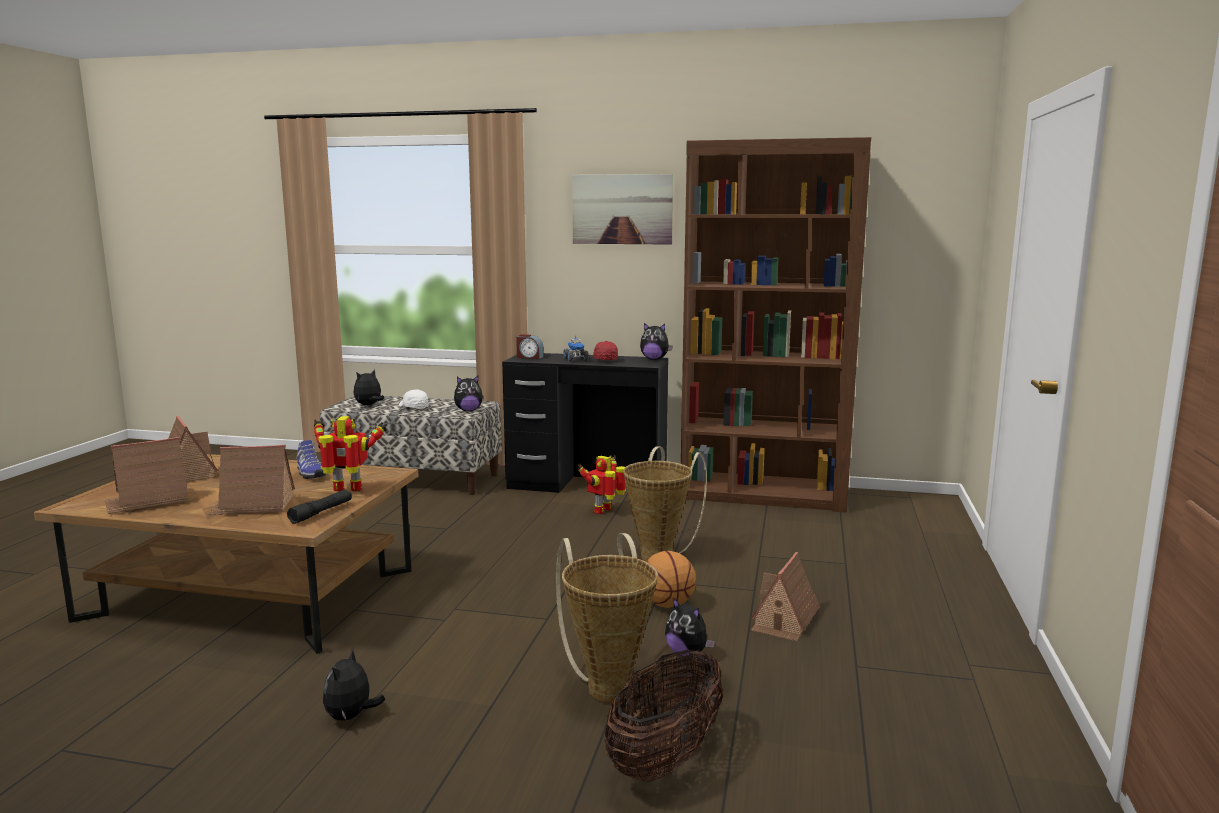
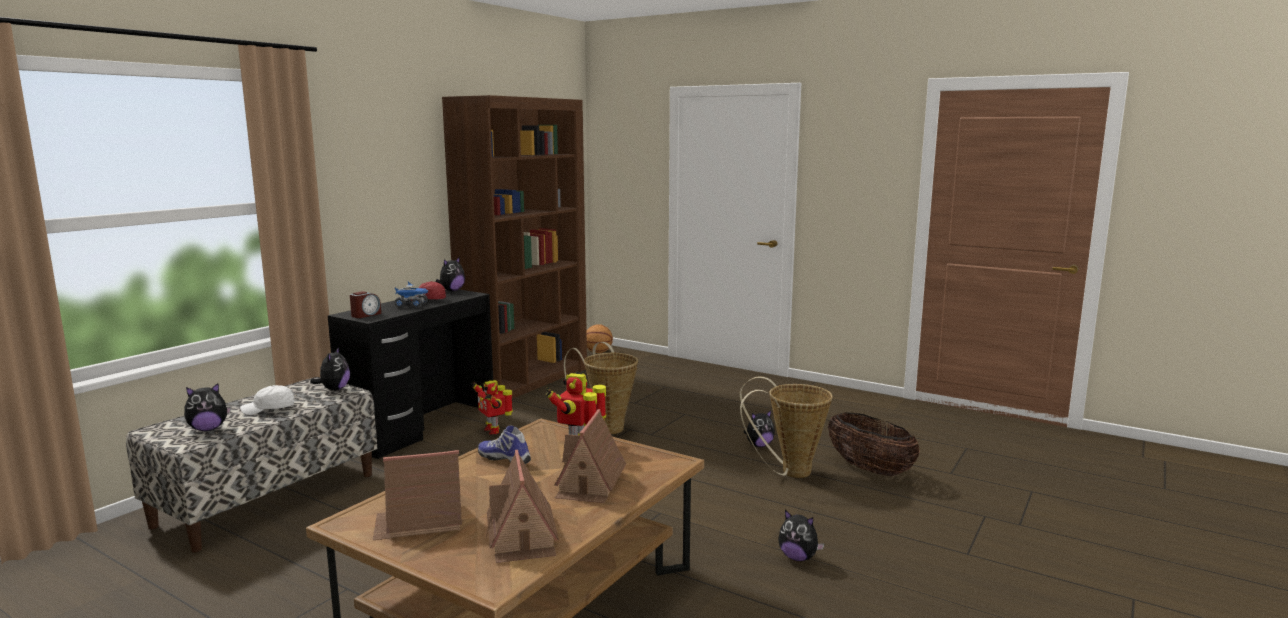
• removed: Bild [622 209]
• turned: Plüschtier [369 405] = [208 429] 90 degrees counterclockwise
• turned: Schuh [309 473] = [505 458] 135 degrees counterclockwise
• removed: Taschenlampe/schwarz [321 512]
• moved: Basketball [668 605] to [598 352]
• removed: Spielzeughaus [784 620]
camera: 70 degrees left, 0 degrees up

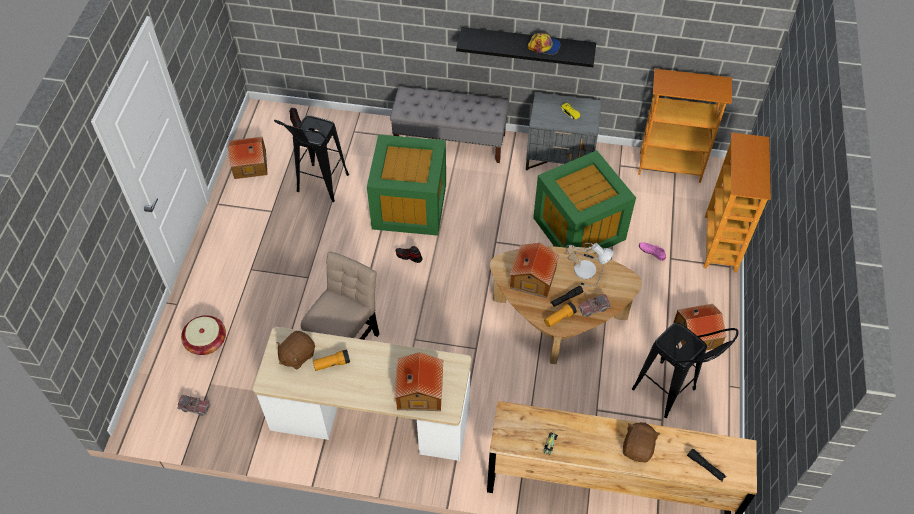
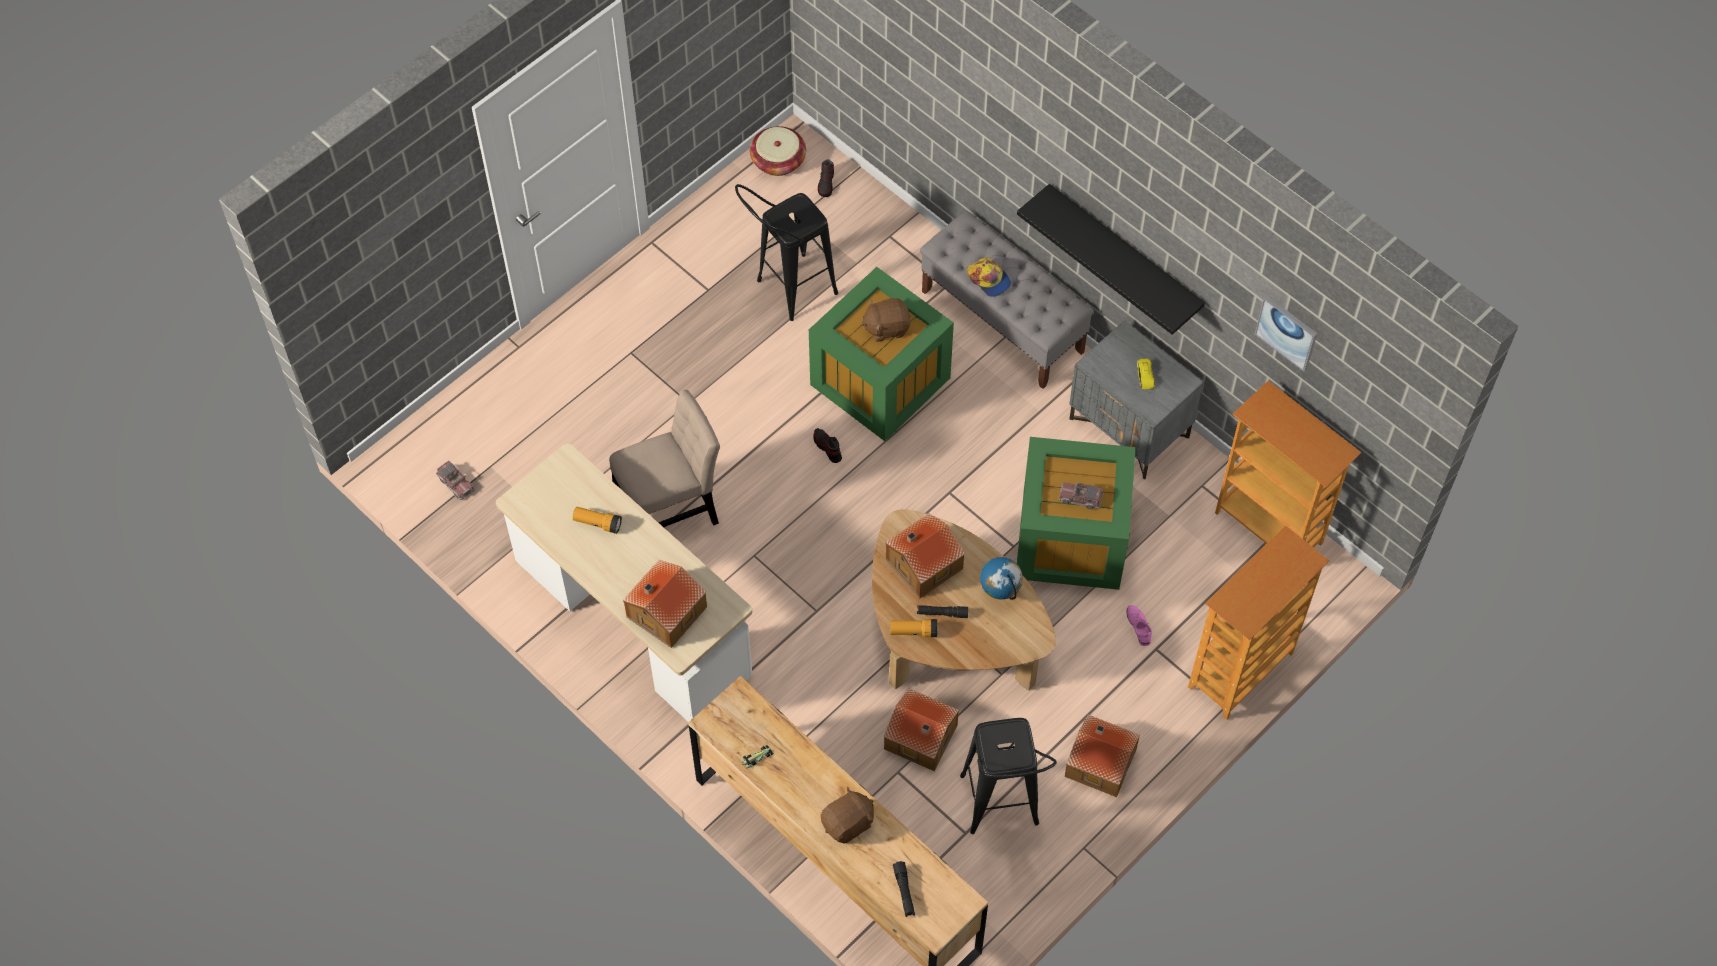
• moved: Kappe [544 46] to [989 279]
• moved: Spielzeughaus [251 165] to [921 738]
• replaced: Tischlampe [587 268] to Globus [1000 592]
• moved: Spielzeuglaster [593 308] to [1080 498]
• moved: Korb [206 341] to [778 161]
• moved: Plüschtier/braun [297 355] to [886 327]
• added: Bild [1287 332]
camera: 35 degrees right, 5 degrees up

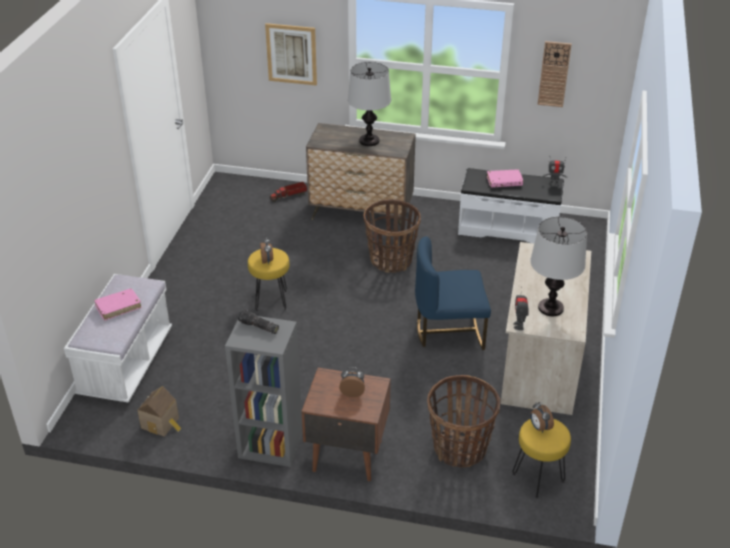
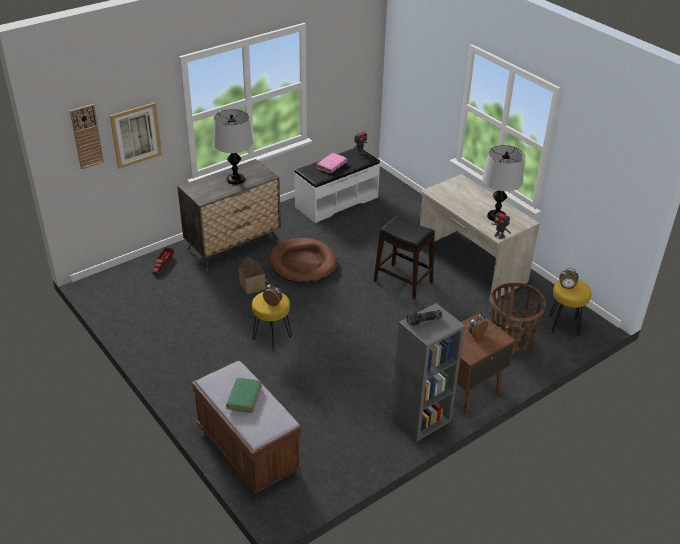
• moved: Wanduhr [554 74] to [86 136]
• replaced: Korb [391 260] to Hundebett/braun [303 263]
• replaced: Stuhl/blau [449 331] to Hocker/schwarz [403 282]
• recoloured: Bank/weiß [126 364] to Bank/braun [247 449]
• recoloured: Buch/rosa [118 307] to Buch/grün [244 398]
• moved: Spielzeughaus [162 423] to [253 285]
camera: 50 degrees left, 0 degrees up

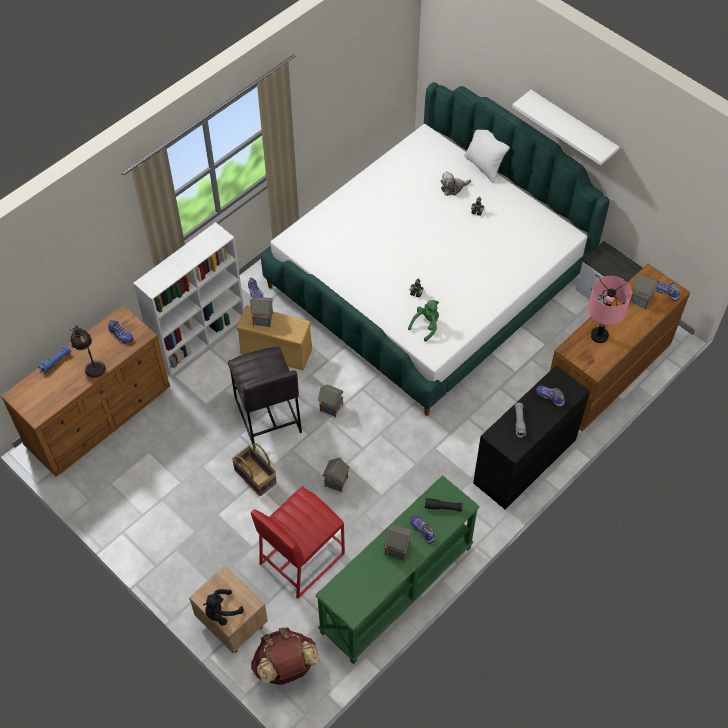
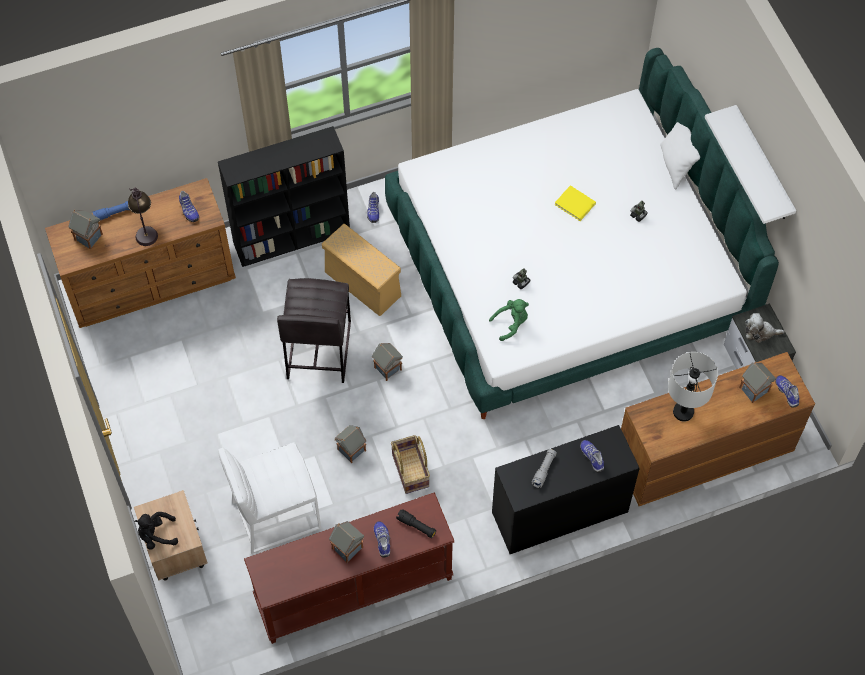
• moved: Plüschtier [453 188] to [760 332]
• recoloured: Bücherregal/weiß [200 337] to Bücherregal/schwarz [293 237]
• recoloured: Tischlampe/rosa [599 335] to Tischlampe/grau [683 412]
• moved: Spielzeughaus [263 319] to [89 237]
• moved: Korb [256 476] to [411 470]
• recoloured: Konsolentisch/grün [397 591] to Konsolentisch/braun [353 590]
• recoloured: Hocker/rot [301 558] to Hocker/weiß [275 514]
• removed: Rucksack/braun [285 667]
• added: Buch/gelb [576 204]
camera: 25 degrees right, 5 degrees up

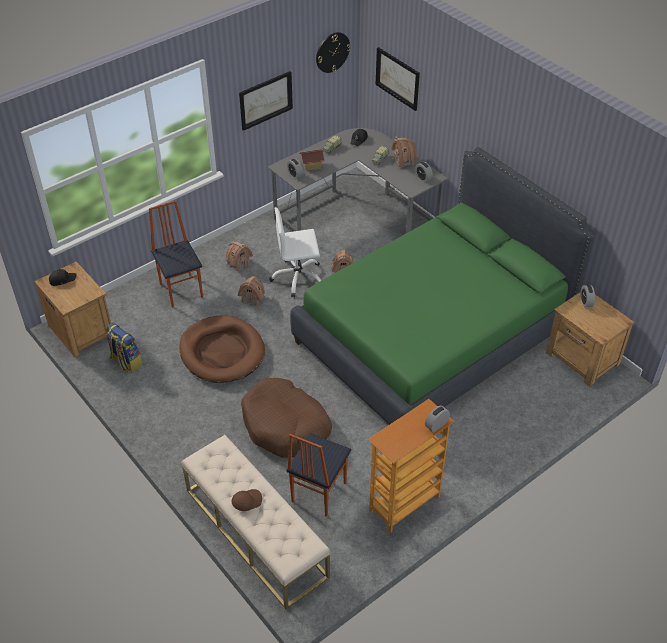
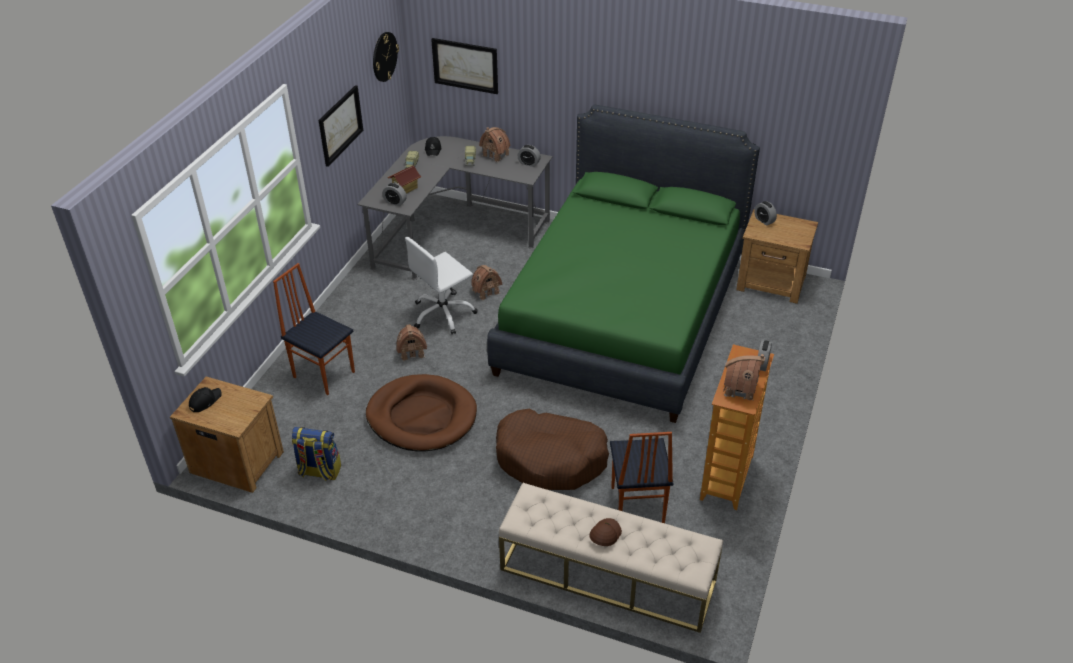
• moved: Spielzeughaus [239 263] to [740 389]
camera: 30 degrees left, 5 degrees down

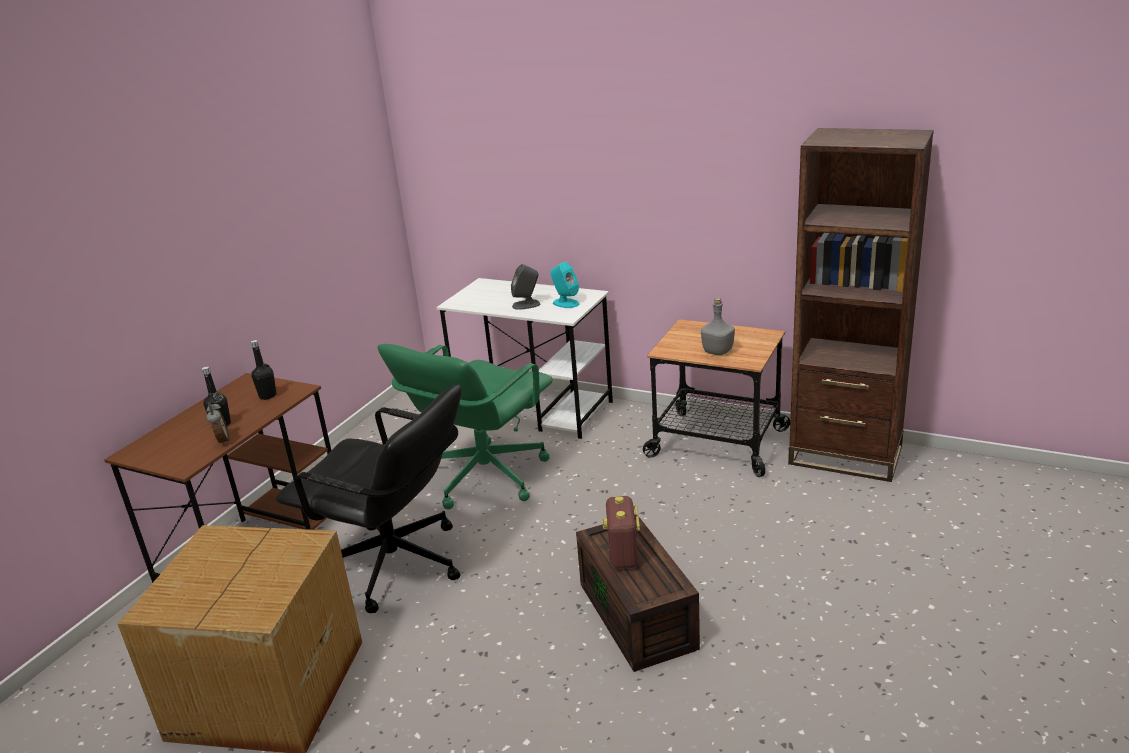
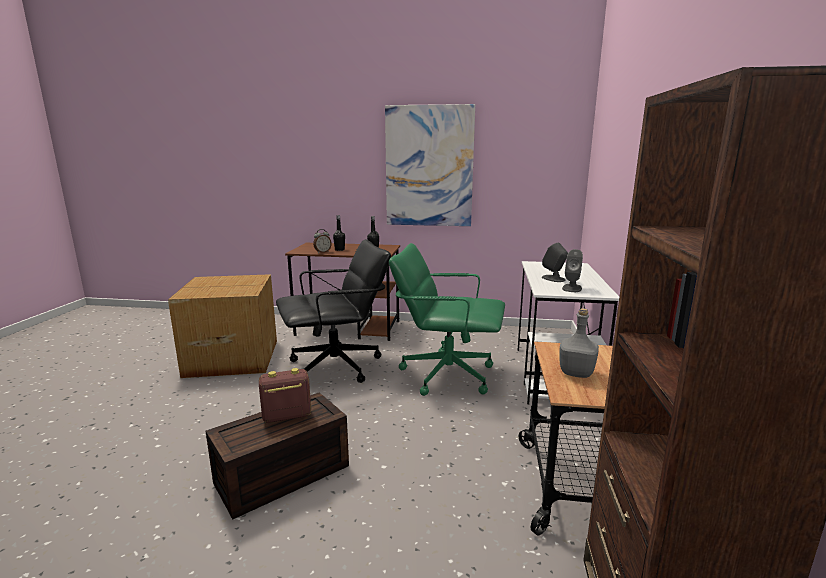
• recoloured: Lautsprecher/türkis [565 303] to Lautsprecher/grau [572 288]
• turned: Bürostuhl/schwarz [395 566] = [337 366] 120 degrees counterclockwise
• added: Bild [429 167]
camera: 70 degrees right, 10 degrees down

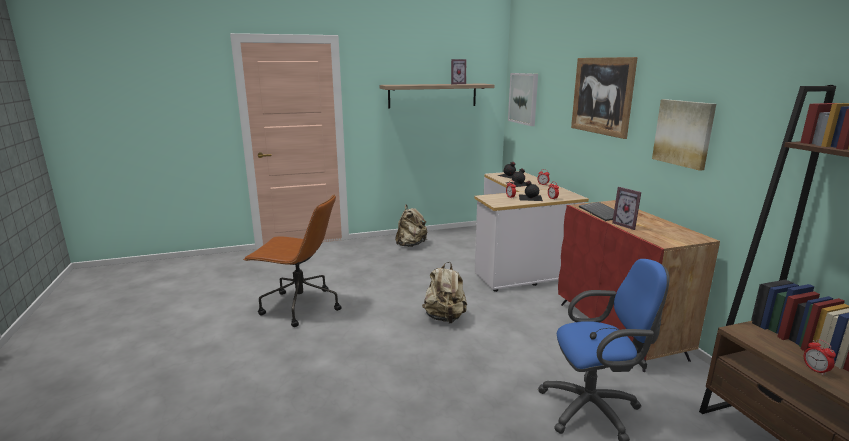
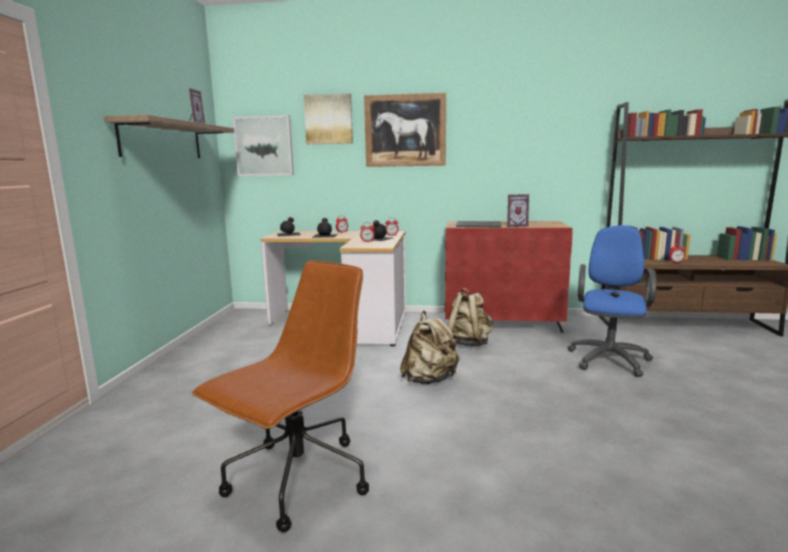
• moved: Bild [684 133] to [328 119]
• moved: Rucksack/beige [411 245] to [469 343]
camera: 65 degrees left, 5 degrees down

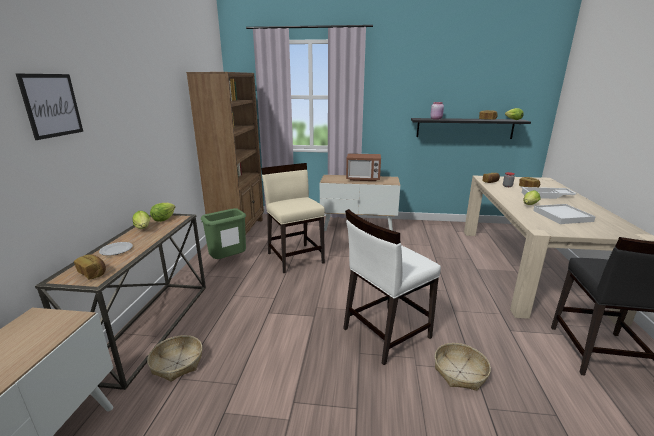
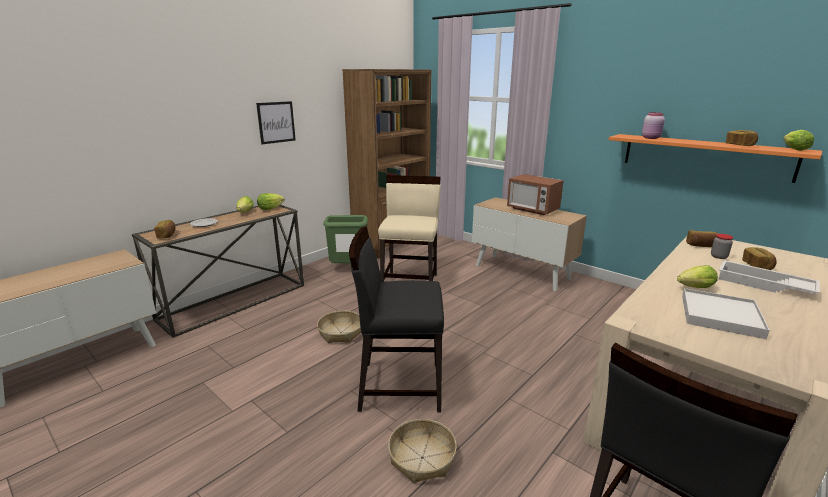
• moved: Bild [52 105] to [276 122]
• recoloured: Wandregal/schwarz [464 128] to Wandregal/orange [704 156]
• recoloured: Stuhl/weiß [385 333] to Stuhl/schwarz [399 385]
• moved: Korb [177 363] to [341 332]
camera: 35 degrees right, 0 degrees up

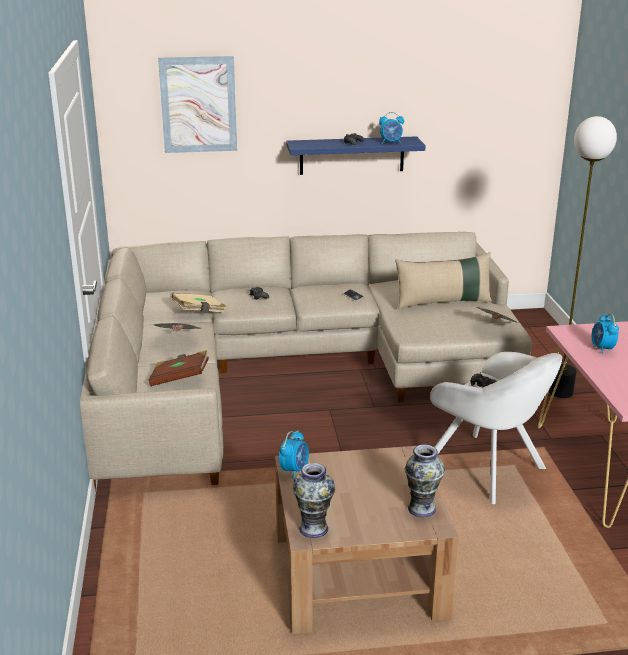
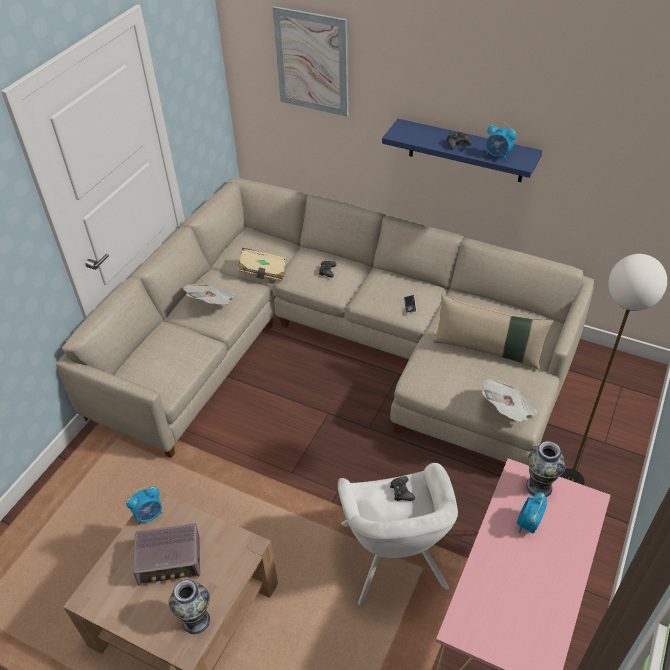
• removed: Buch/braun [179 379]
• moved: Vase [313 528] to [539 486]
• added: Radio [170 561]
camera: 35 degrees right, 20 degrees up

